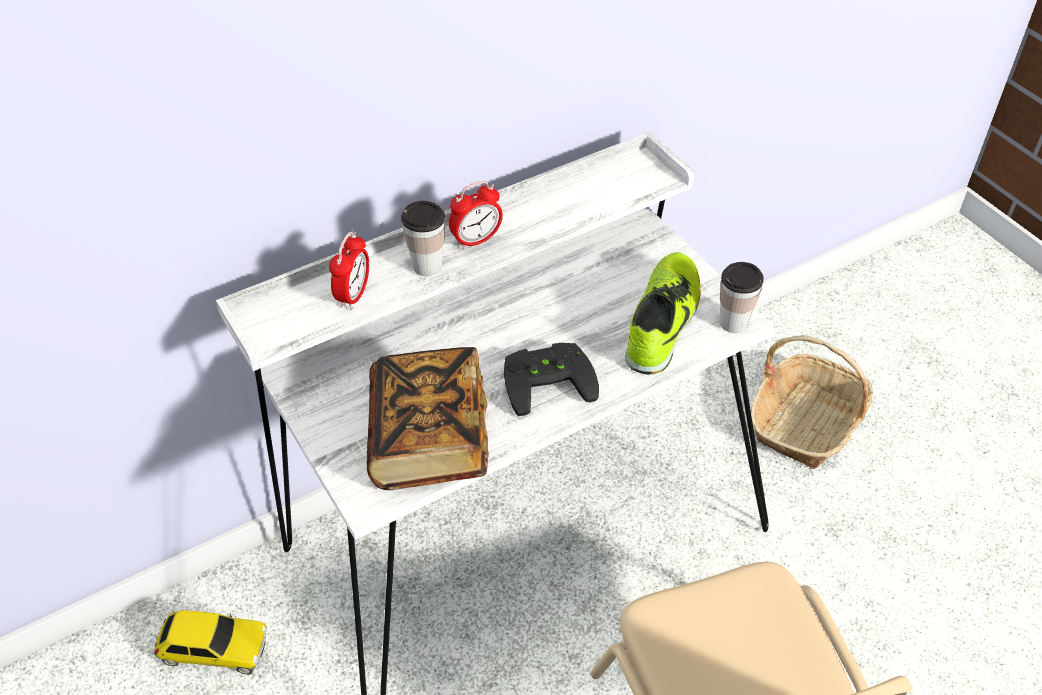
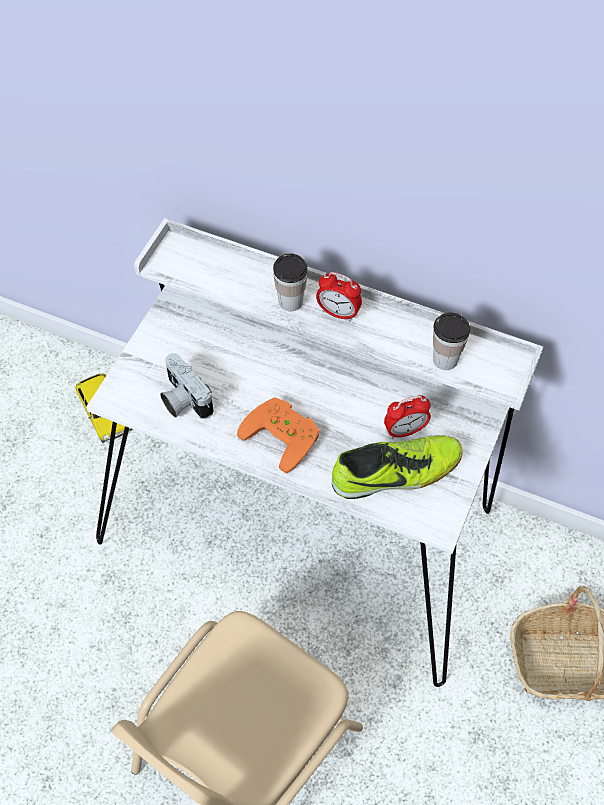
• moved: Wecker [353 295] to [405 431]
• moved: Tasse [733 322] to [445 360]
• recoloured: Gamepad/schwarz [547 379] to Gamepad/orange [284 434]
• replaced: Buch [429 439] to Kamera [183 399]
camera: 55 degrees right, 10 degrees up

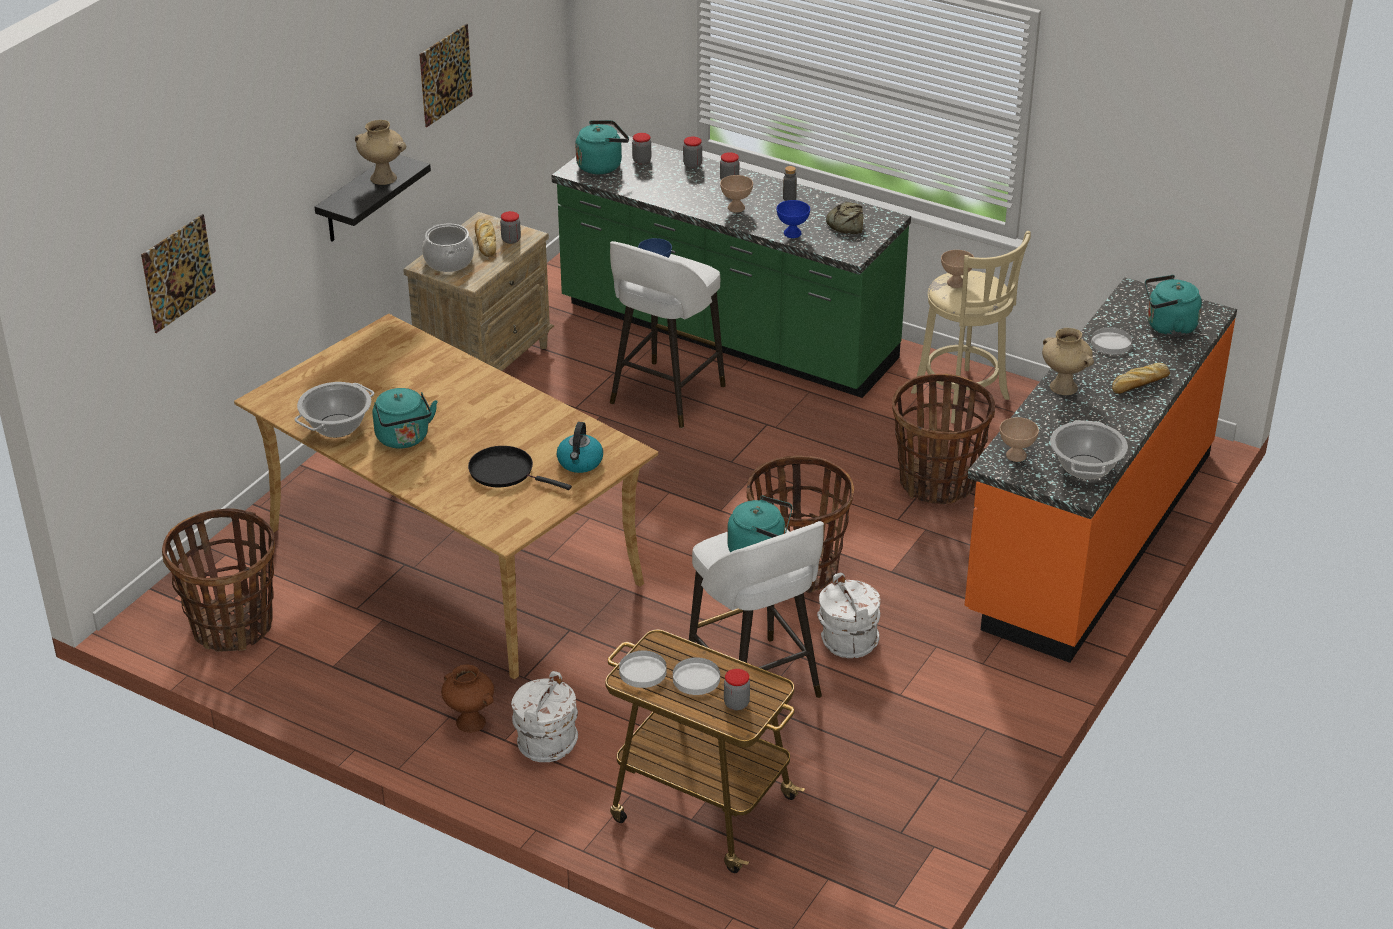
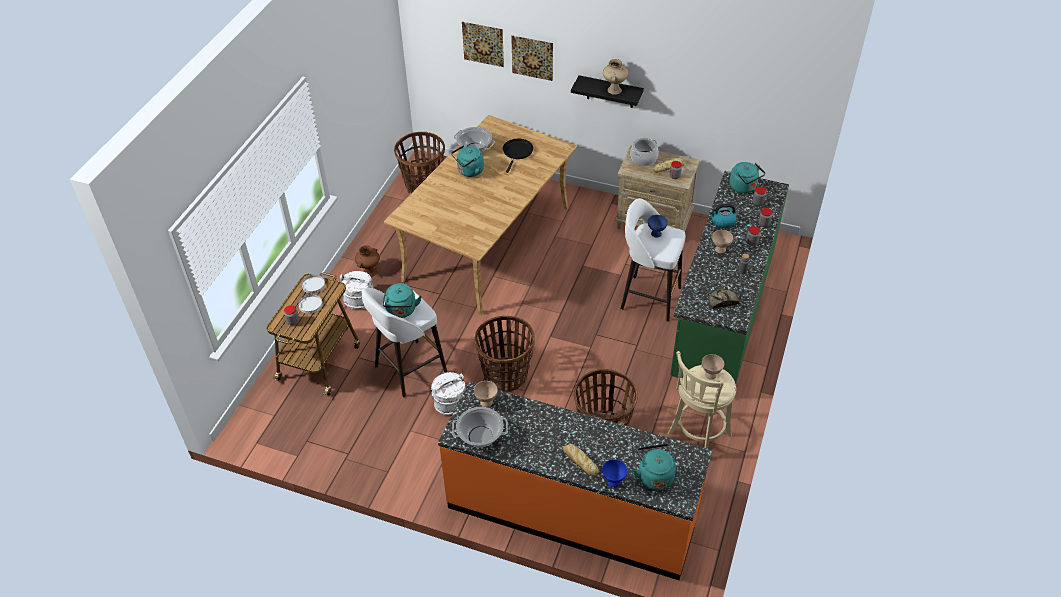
• moved: Bild [445 75] to [532 58]
• moved: Schüssel/blau [793 234] to [613 482]
• removed: Teller/weiß [1111 343]
• removed: Vase/beige [1062 387]
• moved: Wasserkessel [580 462] to [722 221]
• moved: Pfanne/schwarz [505 472] to [517 152]
camera: 80 degrees right, 10 degrees up

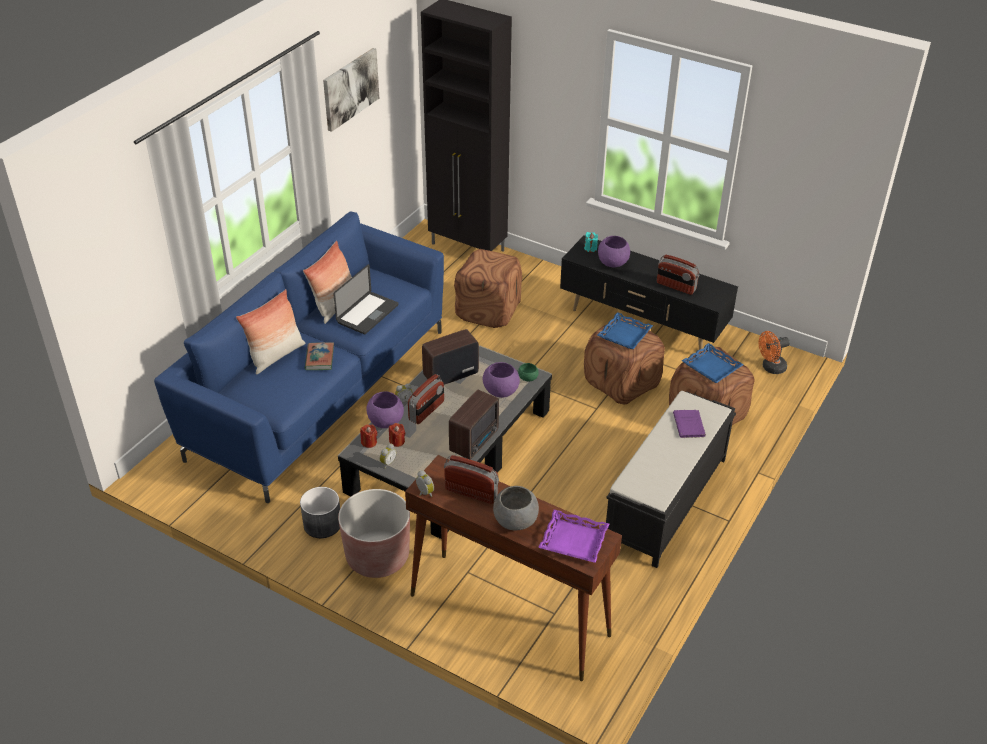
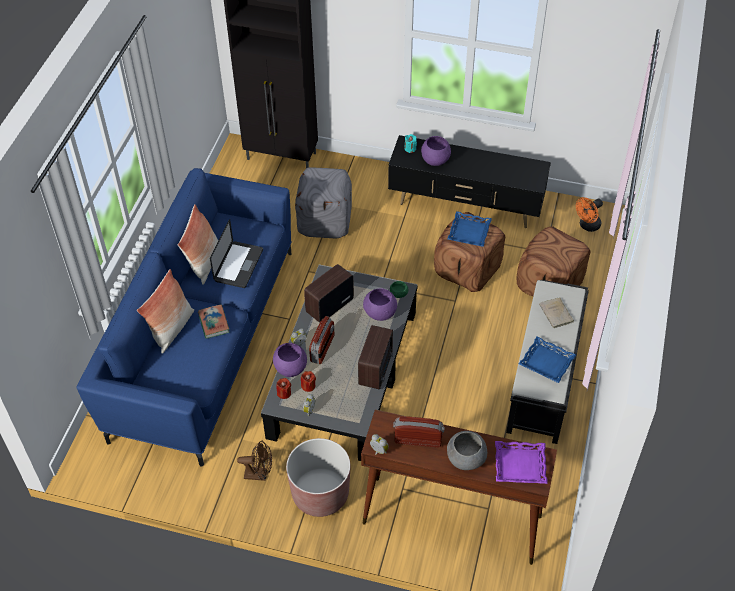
• removed: Bild [350 88]
• recoloured: Polsterhocker/braun [489 310] to Polsterhocker/grau [325 220]
• removed: Radio [676 286]
• moved: Tablett/blau [711 367] to [546 363]
• recoloured: Buch/lila [689 426] to Buch/beige [556 314]
• replaced: Pflanzkübel/grau [322 524] to Ventilator/braun [259 474]
camera: 15 degrees left, 10 degrees up

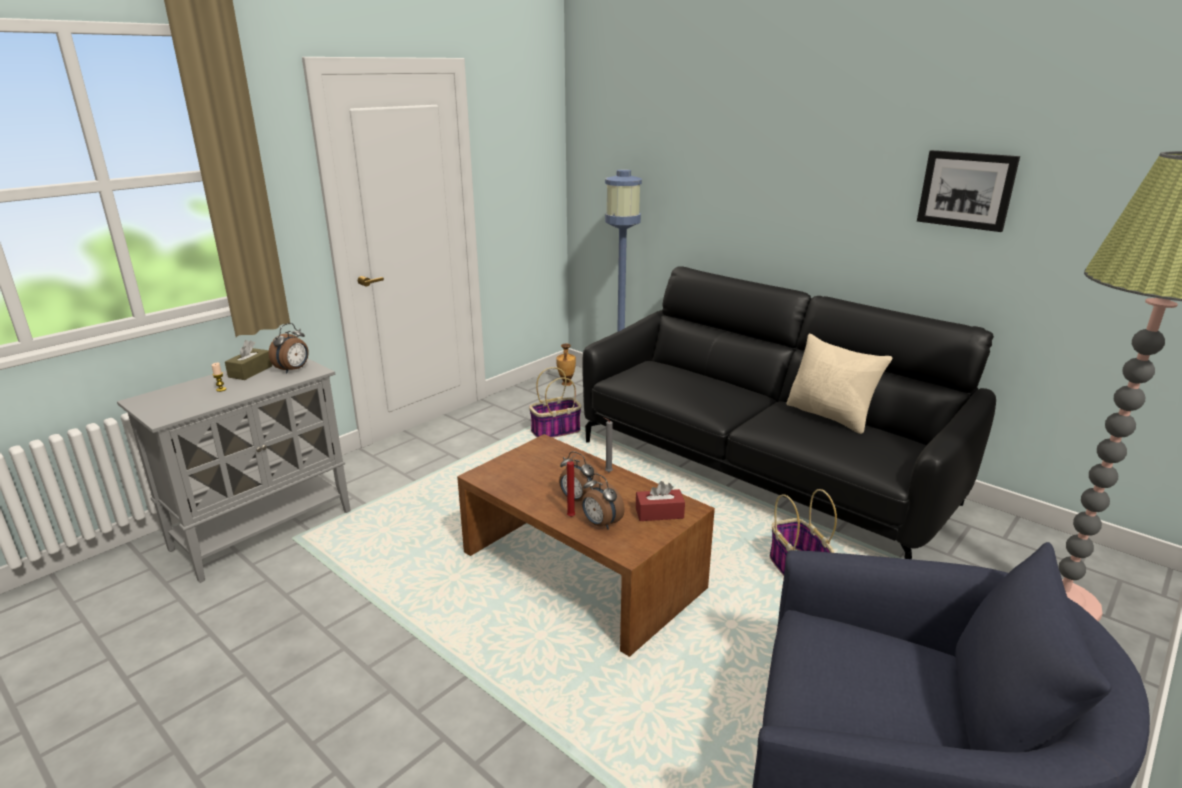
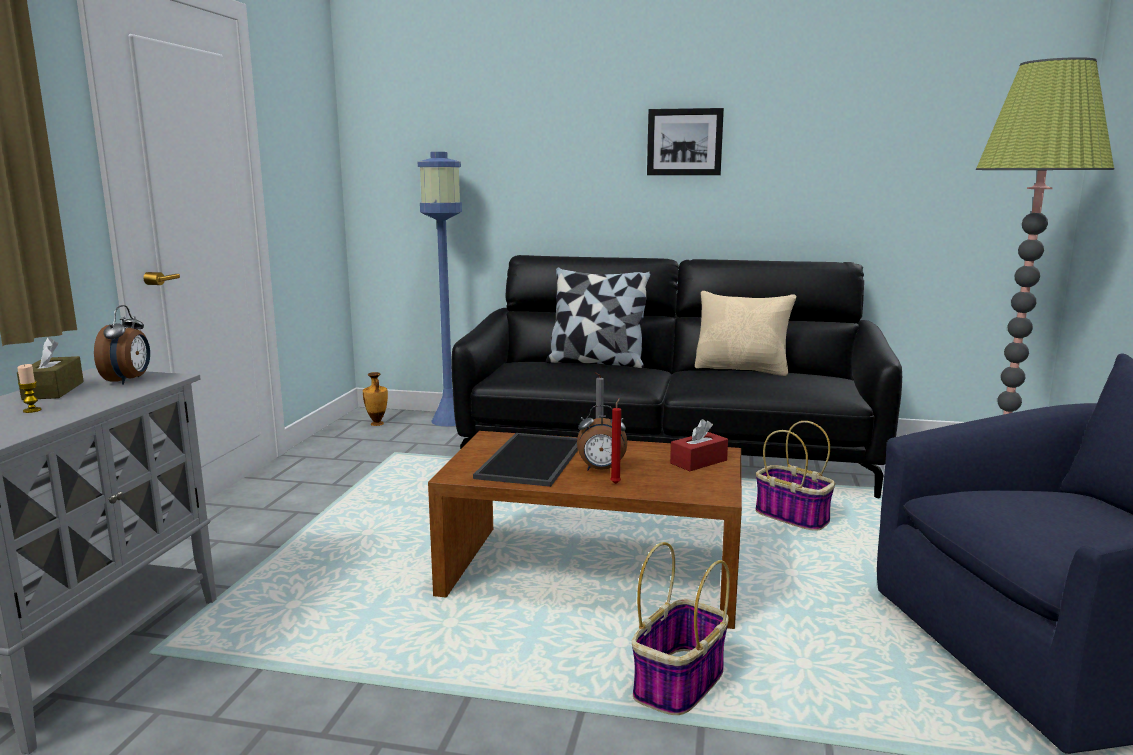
• moved: Bild [966 190] to [684 142]
• moved: Korb [555 431] to [679 685]
• removed: Wecker [600 524]
• added: Kissen [596 363]
• added: Tablett [533 460]
camera: 30 degrees left, 10 degrees down

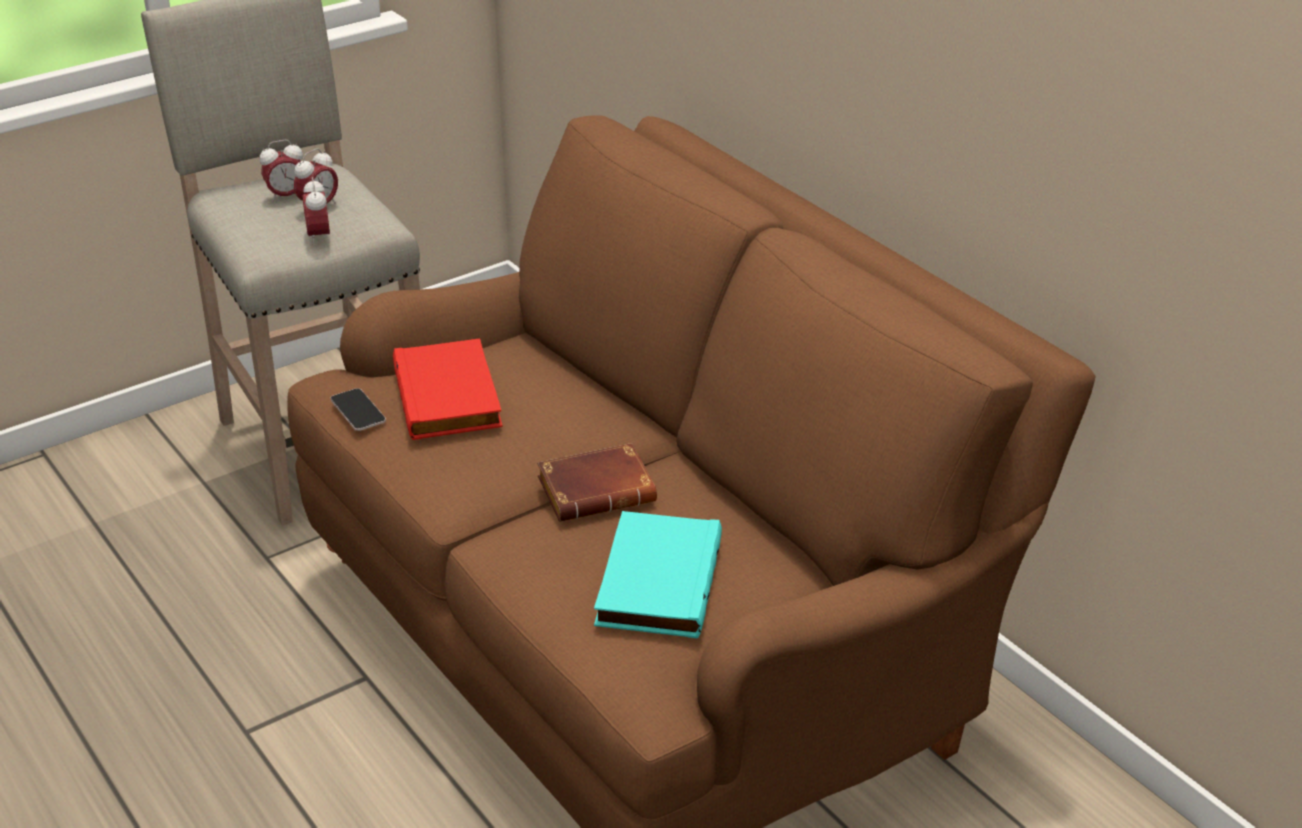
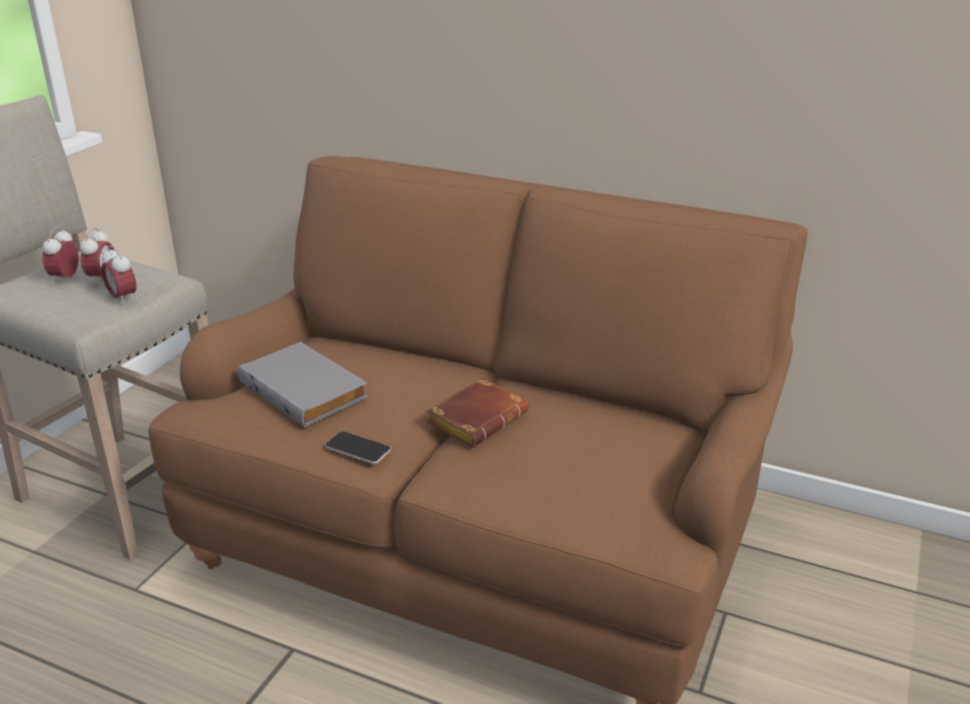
• turned: Wecker [286 196] = [65 279] 150 degrees clockwise
• recoloured: Buch/rot [450 396] to Buch/grau [306 389]
• moved: Handy [358 410] to [358 448]
• removed: Buch/türkis [655 580]
camera: 30 degrees left, 5 degrees down

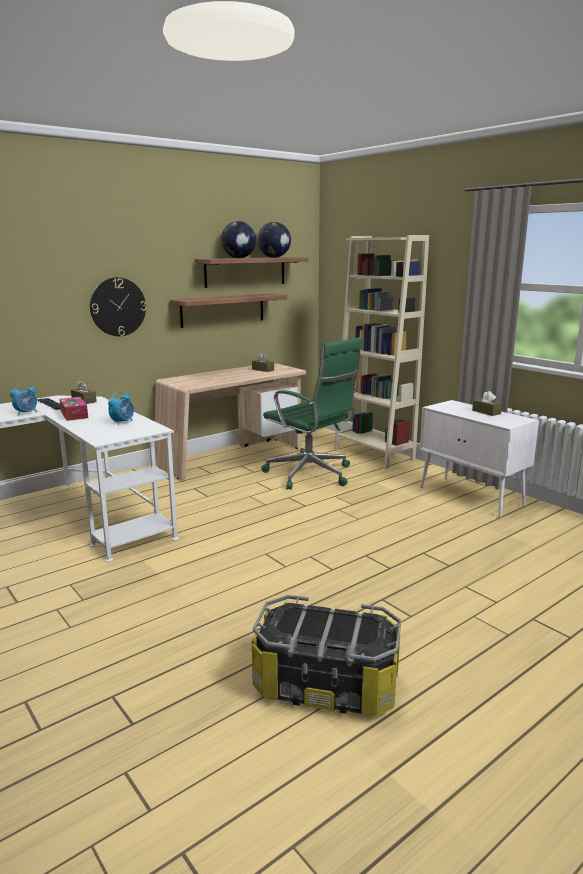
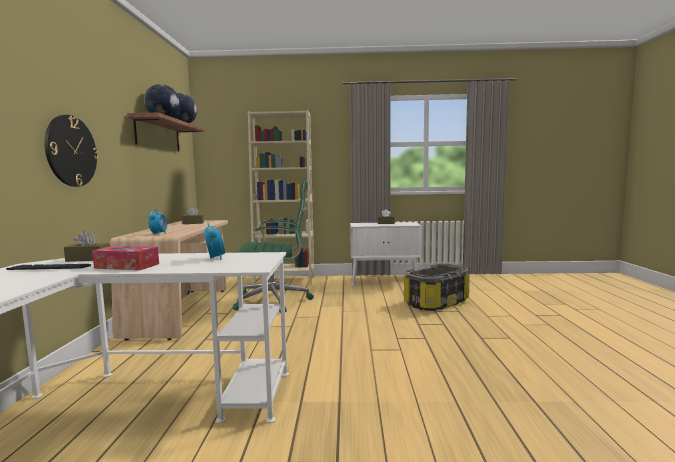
• removed: Wandregal [223 310]
• moved: Wecker [26 413] to [158 234]
• moved: Aufbewahrungsbox [326 684] to [436 302]
camera: 50 degrees left, 10 degrees down

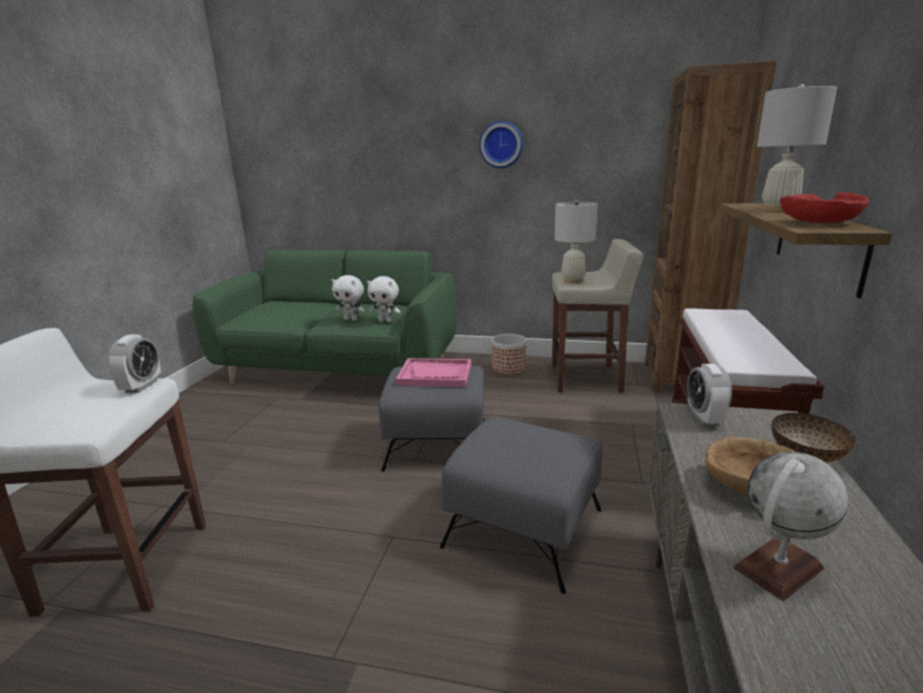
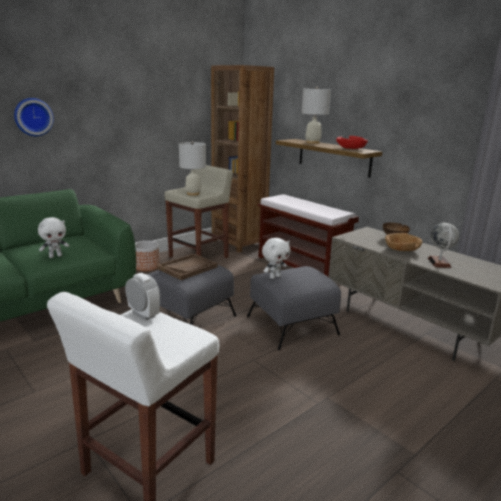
• moved: Wanduhr [501 145] to [33 117]
• moved: Plüschtier/weiß [386 321] to [274 277]
• recoloured: Tablett/rosa [435 374] to Tablett/braun [187 268]
• removed: Wecker [704 418]
camera: 55 degrees left, 0 degrees up

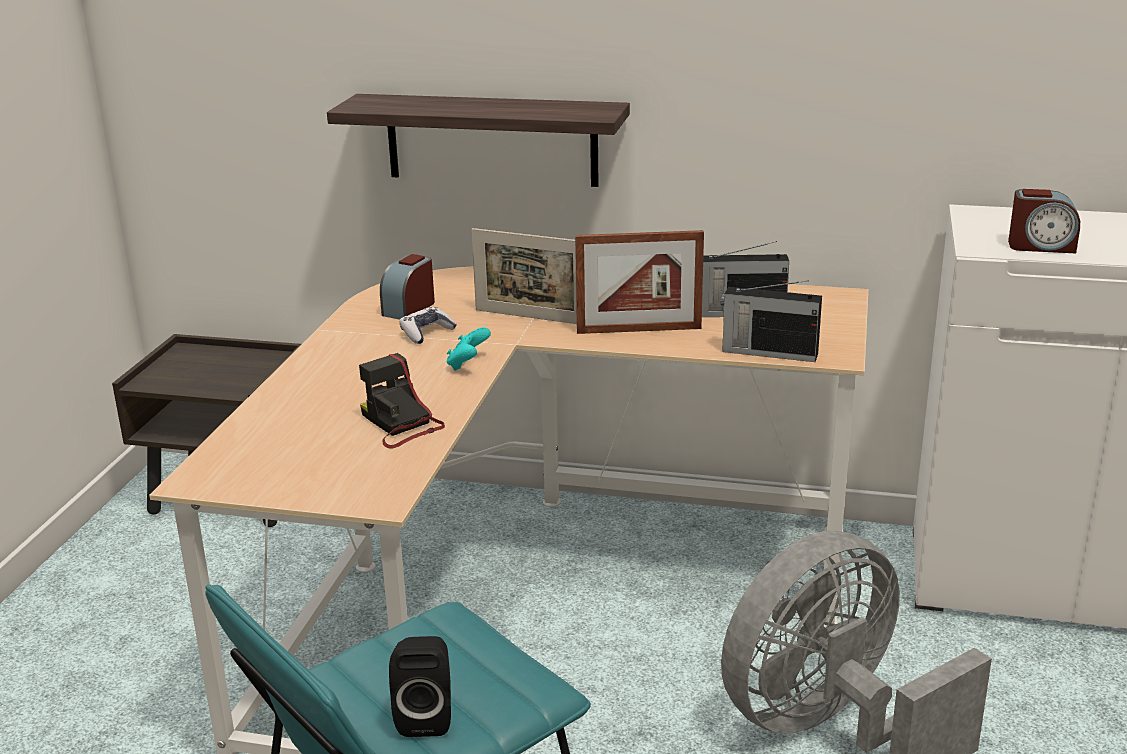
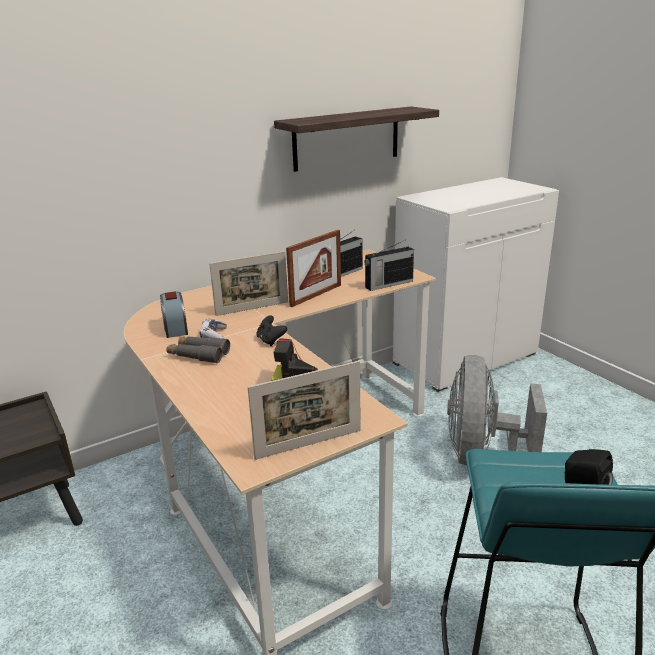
• moved: Wandregal [491 140] to [346 138]
• removed: Wecker [1041 246]
• recoloured: Gamepad/türkis [468 365] to Gamepad/schwarz [271 341]
• added: Fernglas/grau [198 355]
• added: Bilderrahmen [309 444]
camera: 45 degrees left, 0 degrees up

